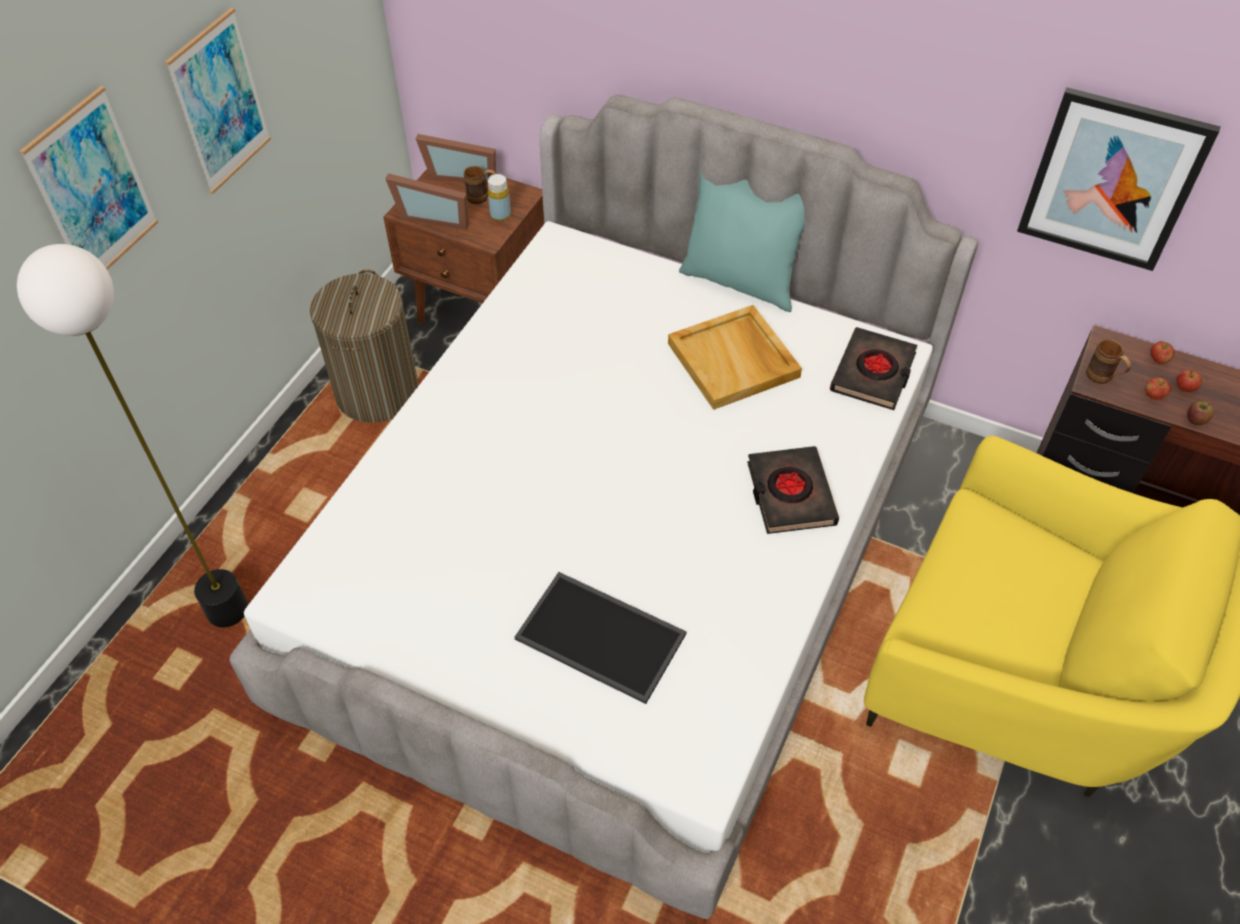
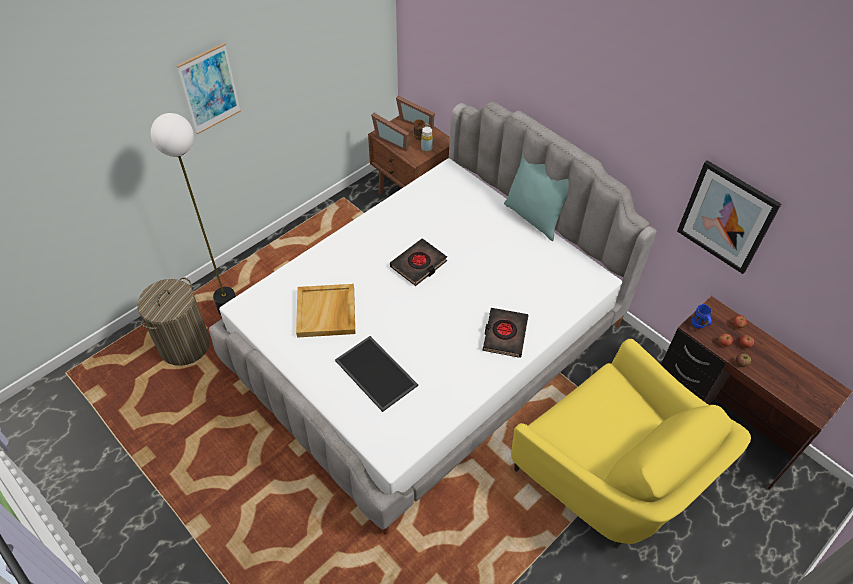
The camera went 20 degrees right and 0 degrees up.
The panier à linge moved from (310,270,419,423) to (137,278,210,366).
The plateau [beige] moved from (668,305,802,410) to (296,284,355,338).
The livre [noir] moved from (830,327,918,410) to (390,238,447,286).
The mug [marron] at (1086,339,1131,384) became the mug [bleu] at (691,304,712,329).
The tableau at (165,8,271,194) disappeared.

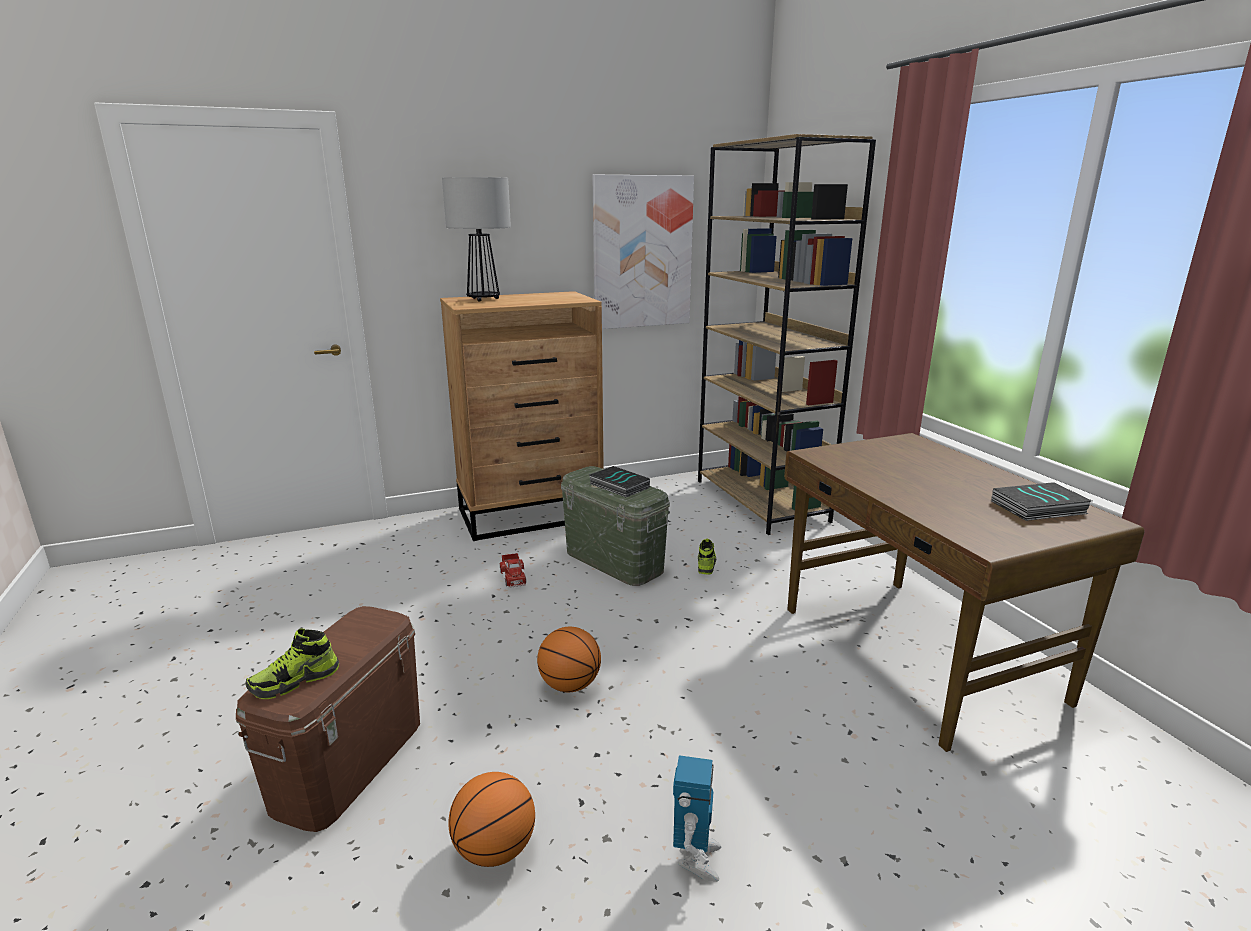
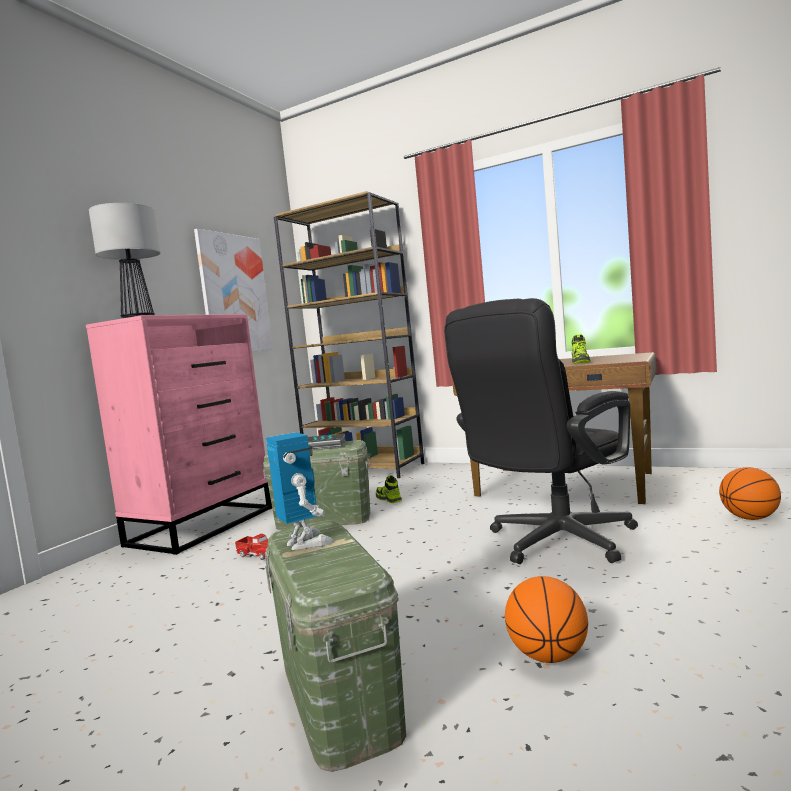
The camera went 40 degrees left and 15 degrees down.
The commode [marron] at (440,291,604,541) became the commode [rose] at (86,314,272,555).
The boîte de rangement [marron] at (236,606,420,832) became the boîte de rangement [vert] at (265,520,406,772).
The robot jouet moved from (673,755,722,882) to (266,432,334,550).
The chaise de bureau [noir] at (444,298,638,564) appeared.
The chaussure moved from (246,629,339,699) to (572,334,591,364).
The ballon de basket moved from (537,627,601,692) to (719,467,781,520).
The livre at (991,482,1092,521) disappeared.

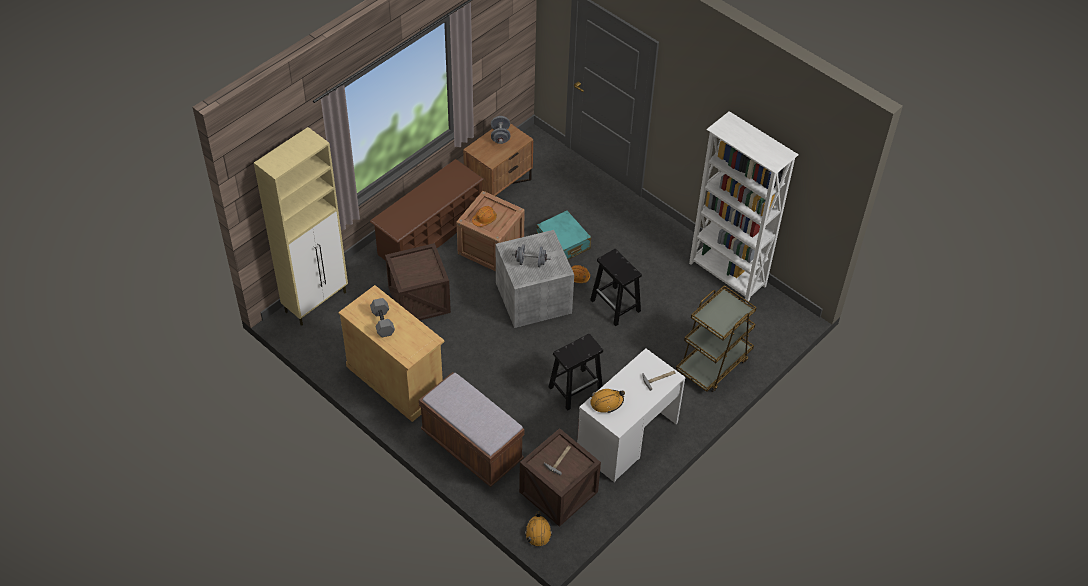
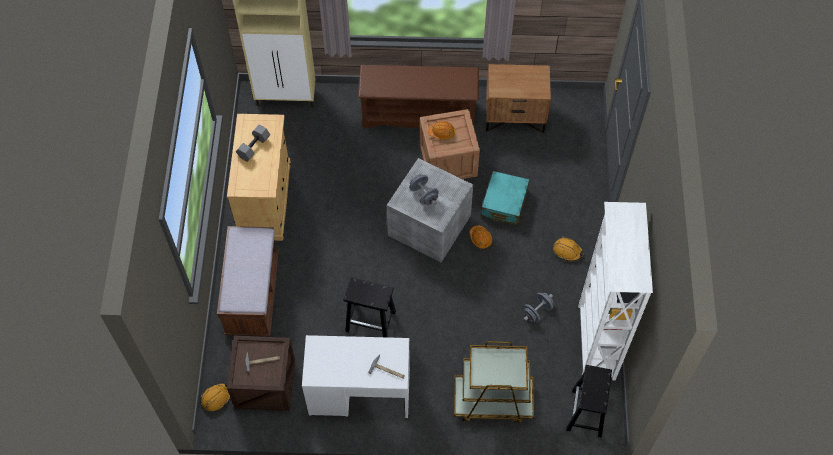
The camera went 50 degrees right and 10 degrees up.
The haltère [gris] moved from (491,116,510,144) to (523,293,553,322).
The casque de chantier [orange] moved from (590,389,625,413) to (553,236,584,262).
The tabouret [noir] moved from (590,249,642,326) to (566,365,612,438).
The caisse at (385,243,451,320) disappeared.

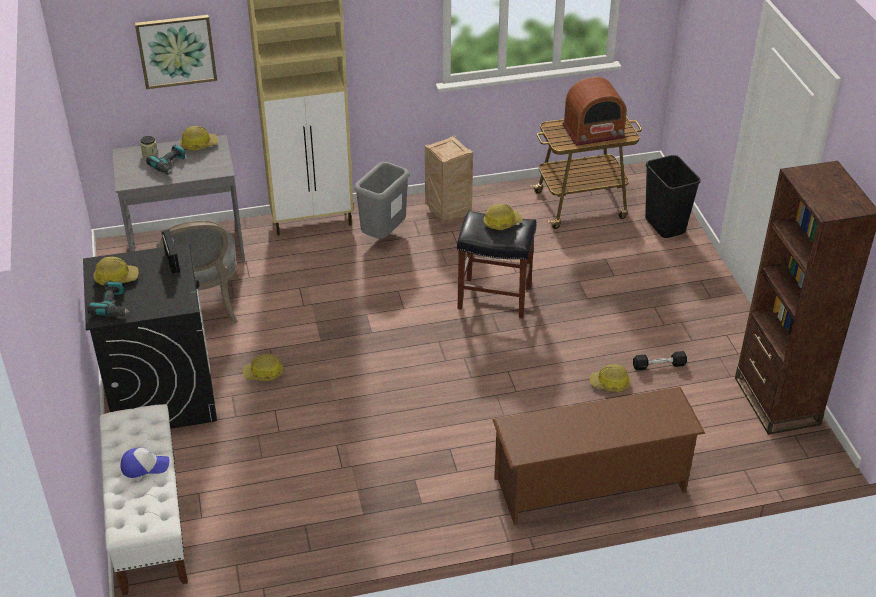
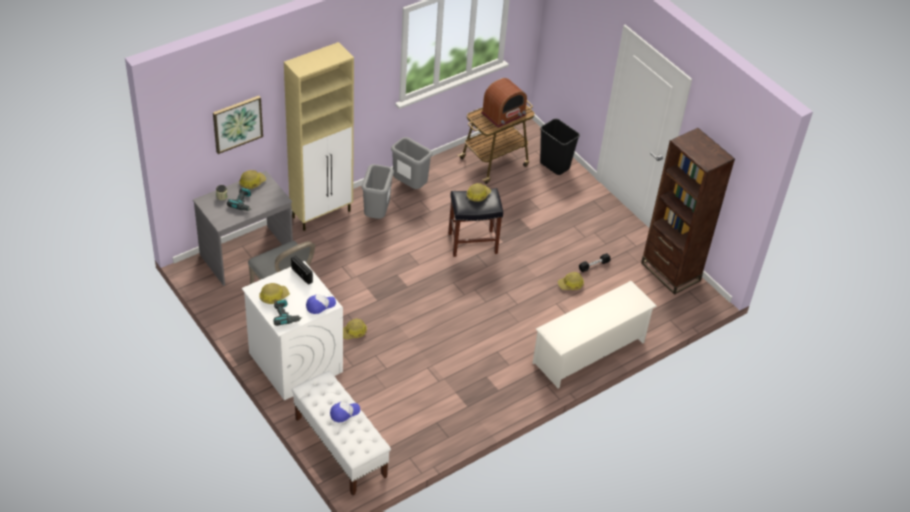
The camera went 25 degrees left and 5 degrees up.
The lave-linge [noir] at (83,244,217,429) became the lave-linge [blanc] at (242,261,343,400).
The casquette at (306,294,336,314) appeared.
The caisse at (425,136,473,224) was replaced by the poubelle [gris] at (391,137,433,189).
The étagère à chaussures [marron] at (492,387,705,525) became the étagère à chaussures [blanc] at (533,281,657,388).

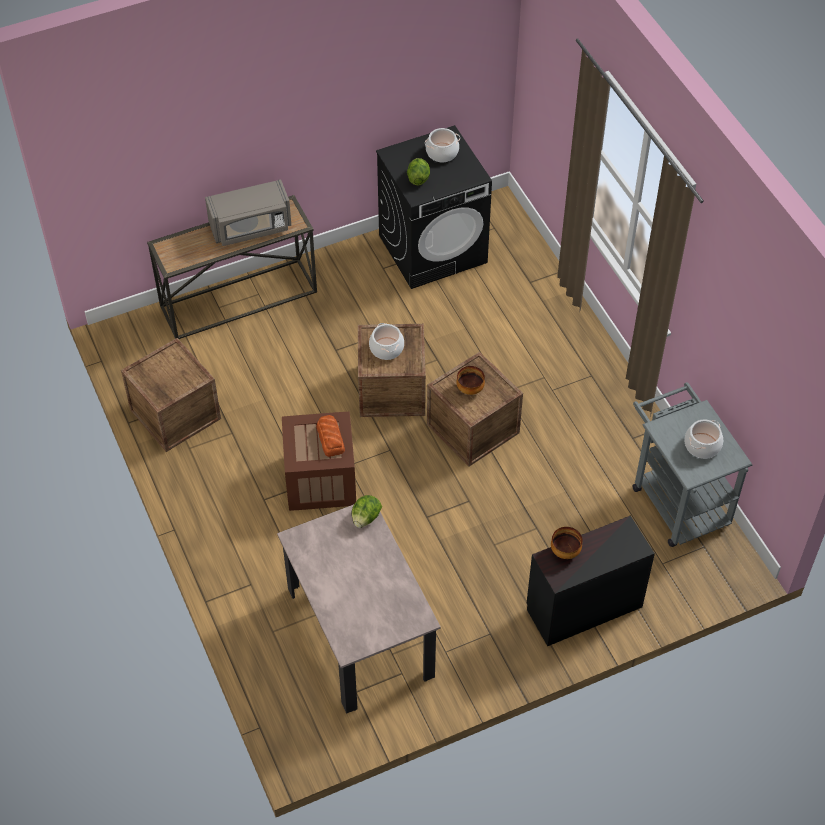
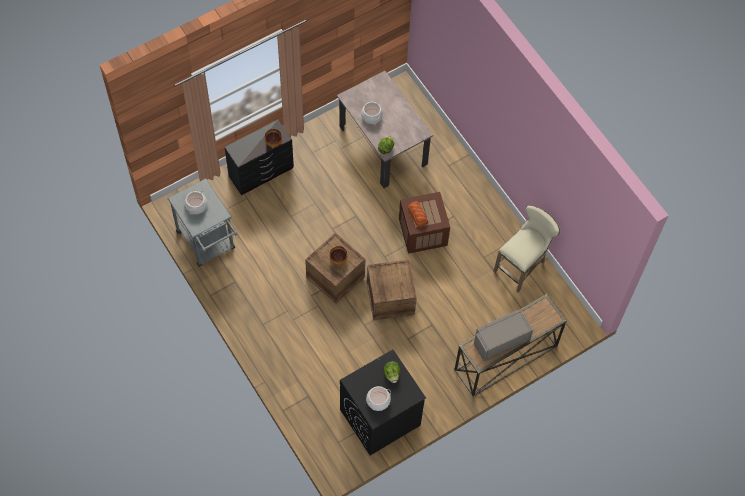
The camera went 170 degrees right and 10 degrees up.
The marmite moved from (369,323,404,360) to (361,101,383,124).
The caisse at (121,338,221,452) was replaced by the tabouret [beige] at (493,205,560,292).

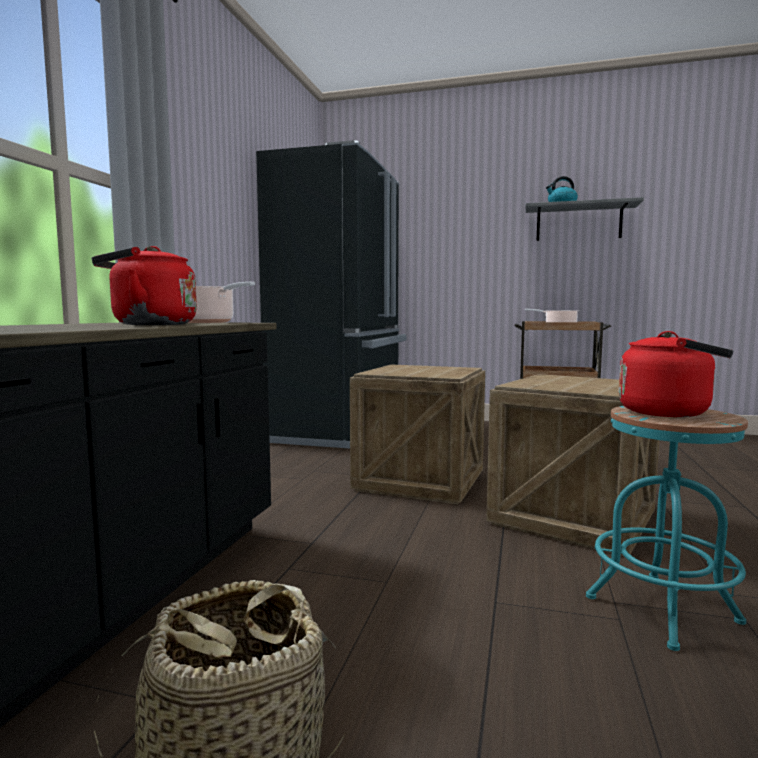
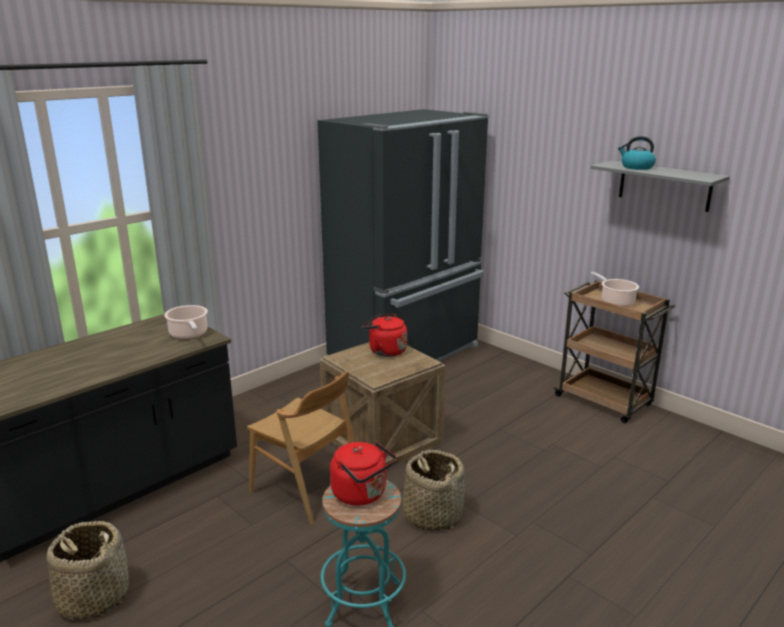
The camera went 30 degrees right and 15 degrees up.
The chaise [marron] at (247,372,354,525) appeared.
The bouilloire [rouge] moved from (92,246,197,325) to (362,314,407,357).
The caisse at (486,374,659,556) was replaced by the panier at (403,450,465,531).

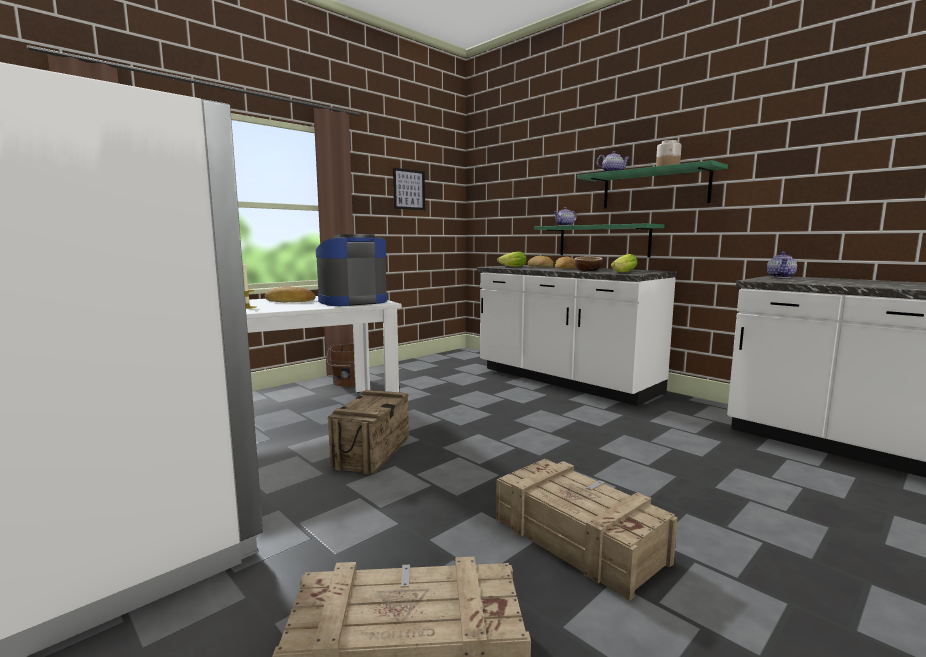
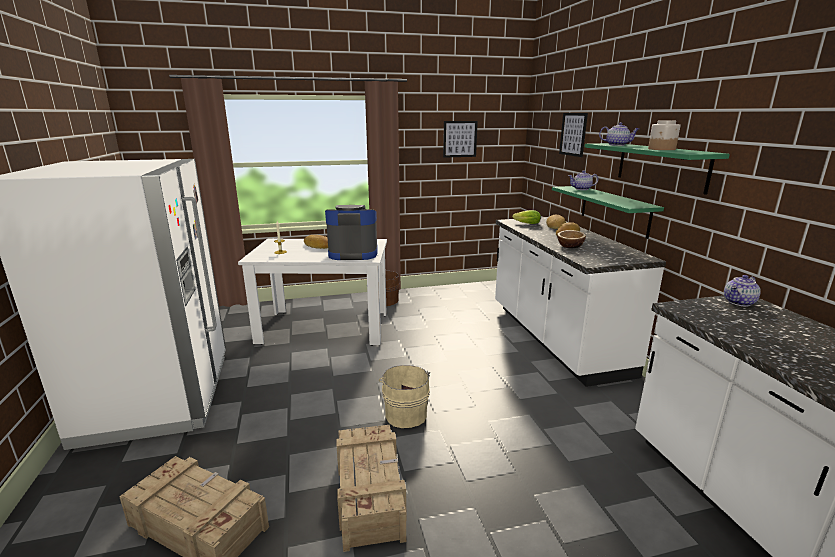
The camera went 30 degrees right and 10 degrees up.
The seau [beige] at (379,365,430,428) appeared.
The tableau at (559,113,588,157) appeared.
The caisse at (328,390,409,475) disappeared.
The laitue at (611,254,637,272) disappeared.

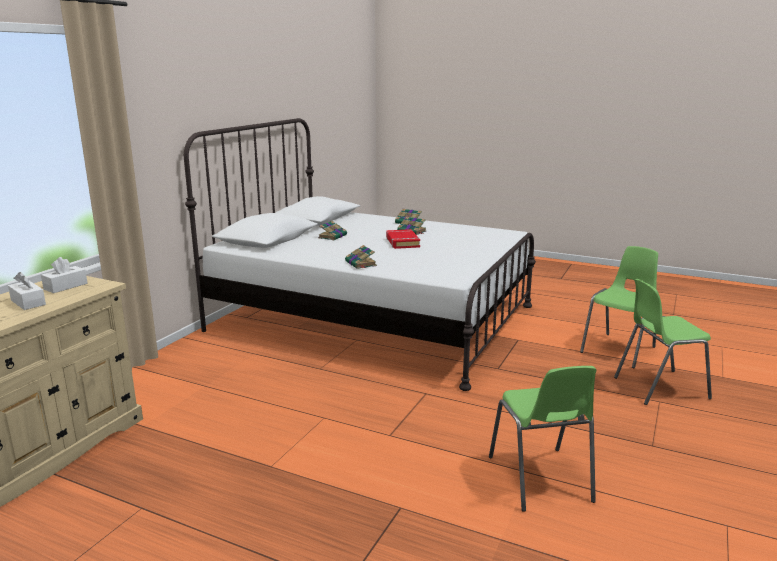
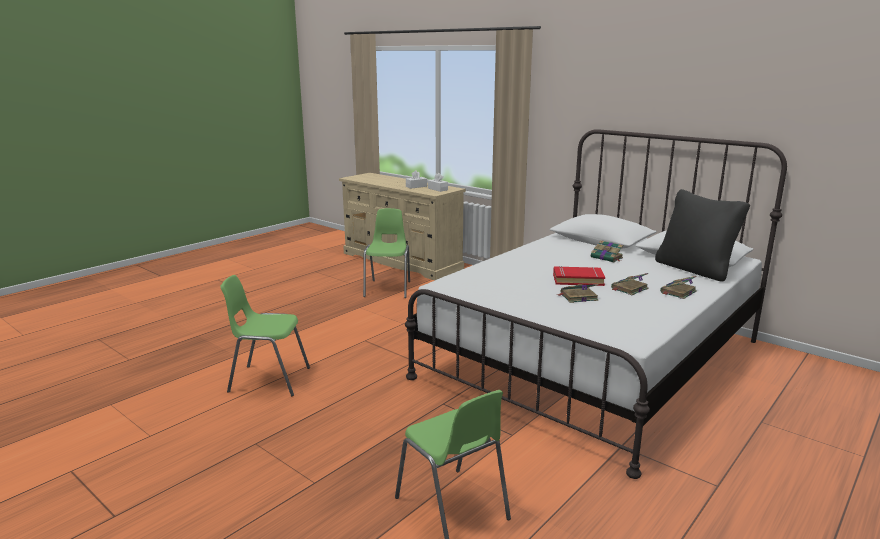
The camera went 105 degrees right and 0 degrees up.
The chaise [vert] moved from (614,279,712,405) to (363,208,410,298).
The livre moved from (345,245,377,269) to (557,284,599,303).
The coussin [noir] at (655,189,750,281) appeared.

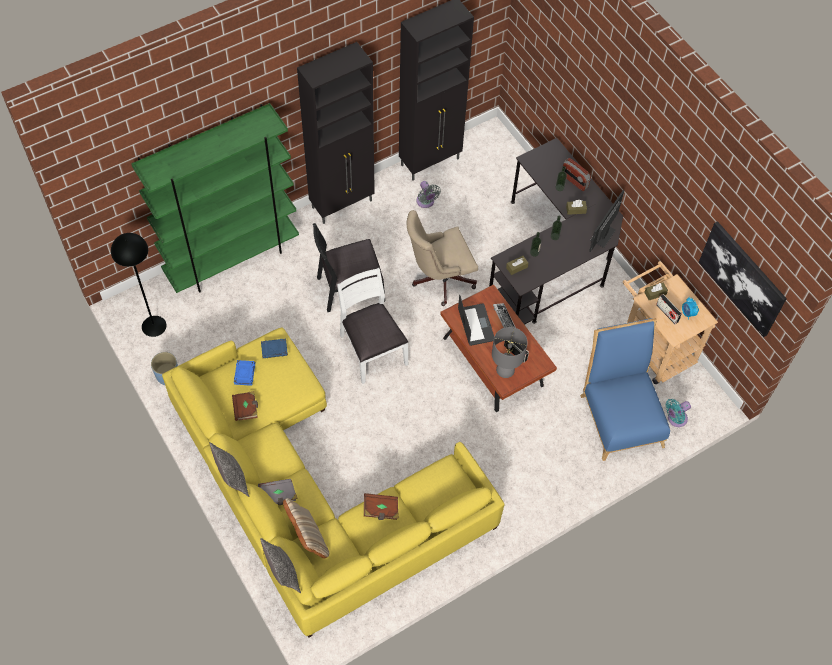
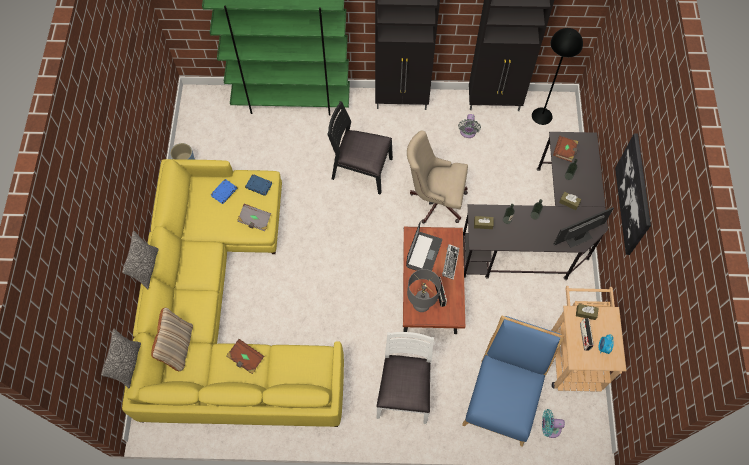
The camera went 35 degrees right and 5 degrees up.
The livre [gris] moved from (258,479,298,505) to (237,204,271,231).
The chaise [blanc] moved from (337,268,408,384) to (376,332,434,424).
The lampadaire [noir] moved from (111,233,166,337) to (532,28,583,125).
The livre [marron] moved from (232,391,258,421) to (553,136,579,162).
The tableau moved from (699,221,787,337) to (615,134,651,255).
The radio at (563,158,591,191) disappeared.

